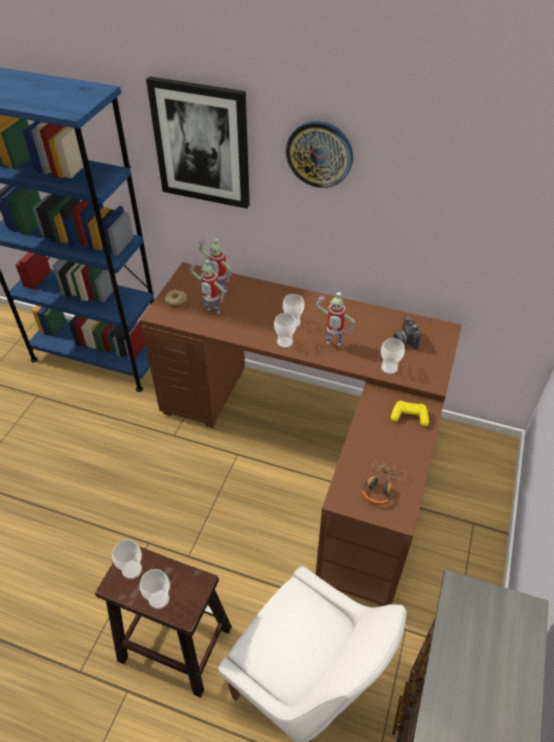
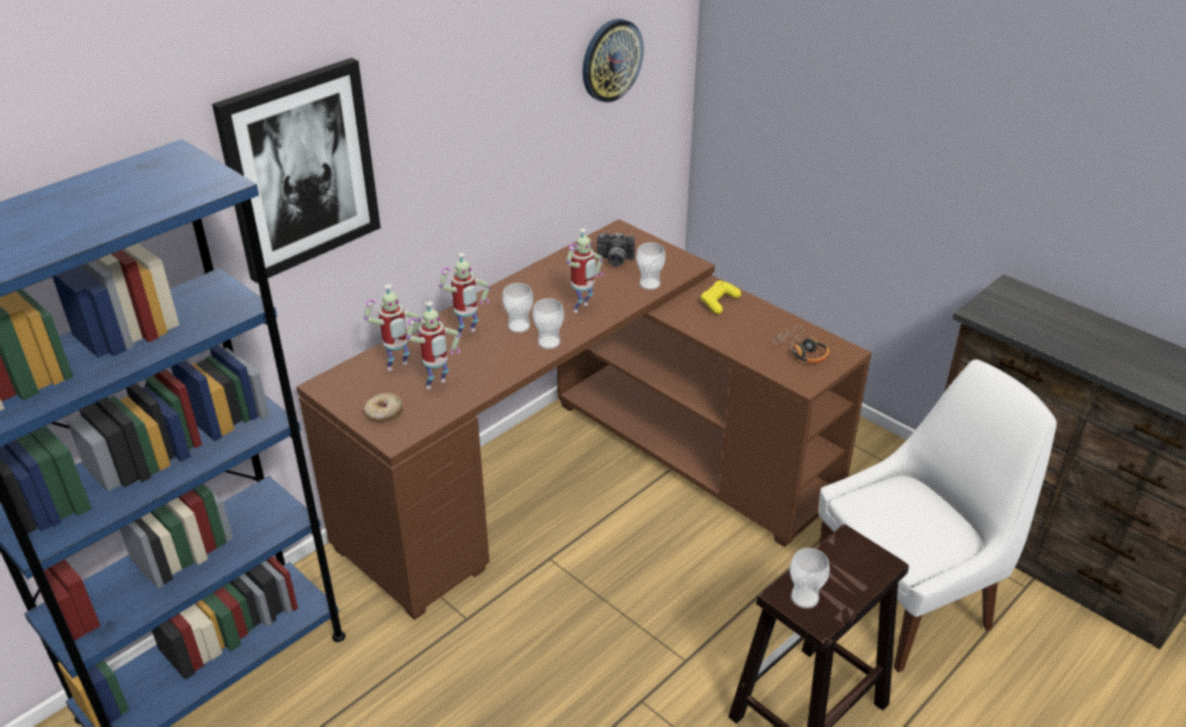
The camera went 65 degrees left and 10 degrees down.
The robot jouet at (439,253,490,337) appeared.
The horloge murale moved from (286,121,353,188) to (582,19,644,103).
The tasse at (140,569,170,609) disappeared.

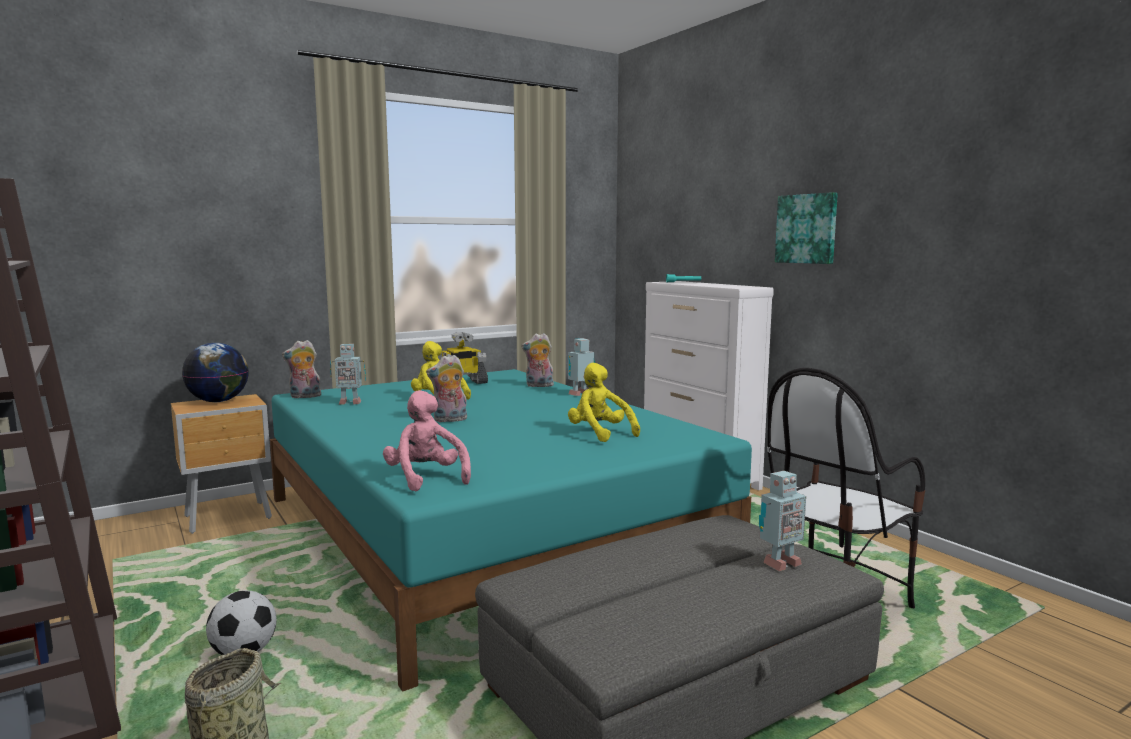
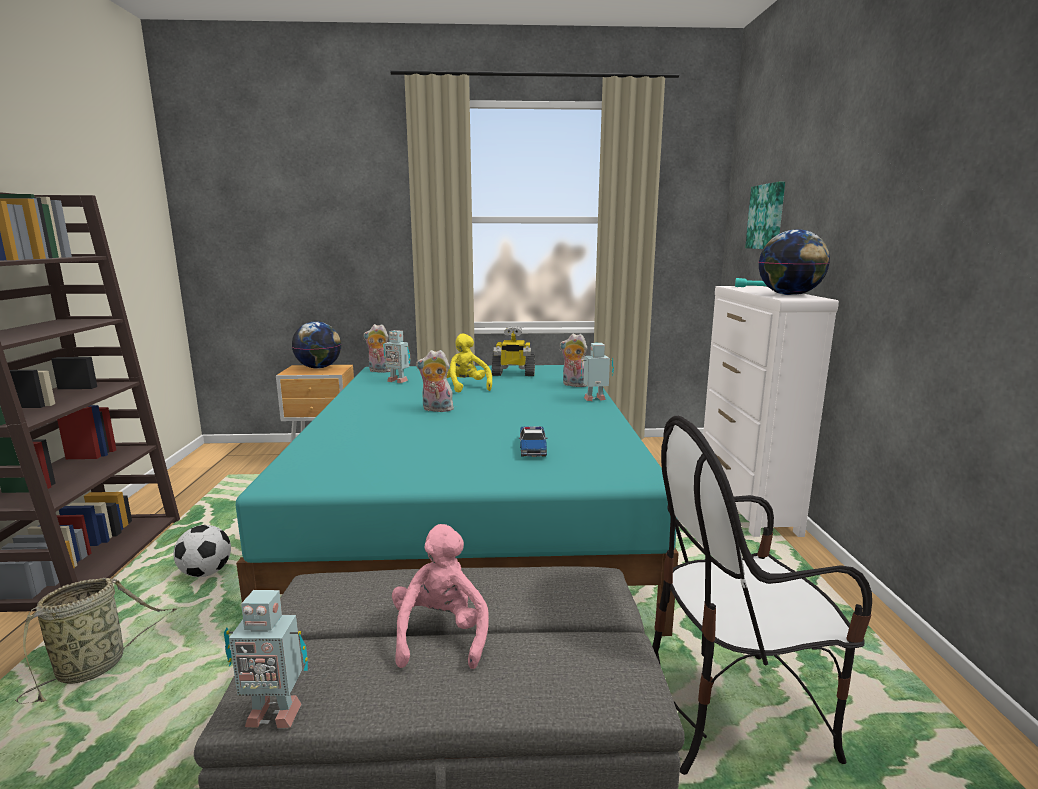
The camera went 30 degrees right and 5 degrees up.
The robot jouet moved from (759,471,806,571) to (224,590,308,728).
The peluche [rose] moved from (383,390,471,492) to (392,524,489,669).
The peluche [jaune] at (568,363,640,442) was replaced by the petite voiture at (519,426,548,457).
The tableau moved from (775,192,838,264) to (745,182,785,249).
The globe at (759,229,830,295) appeared.

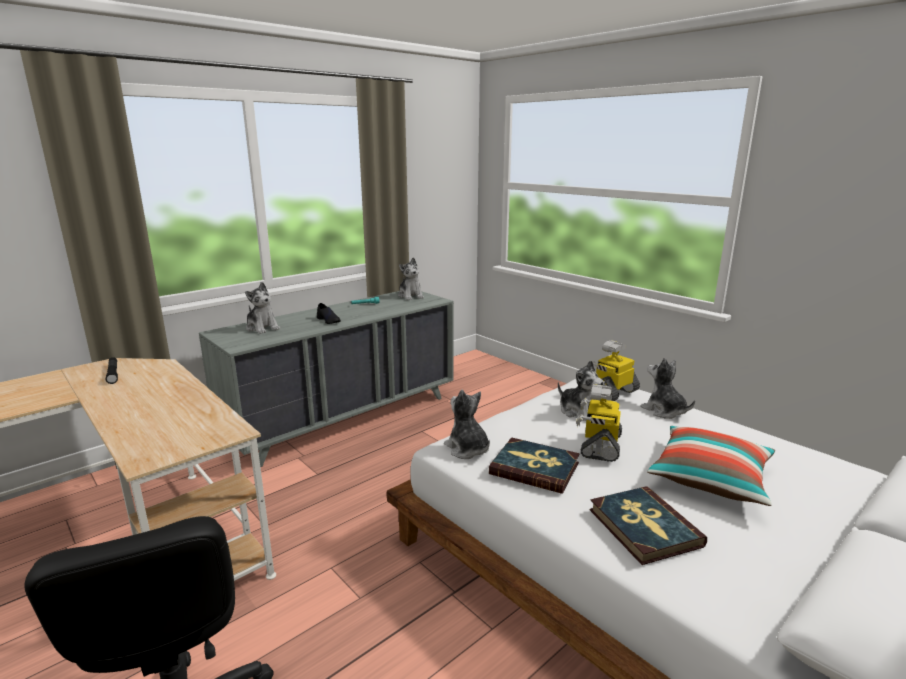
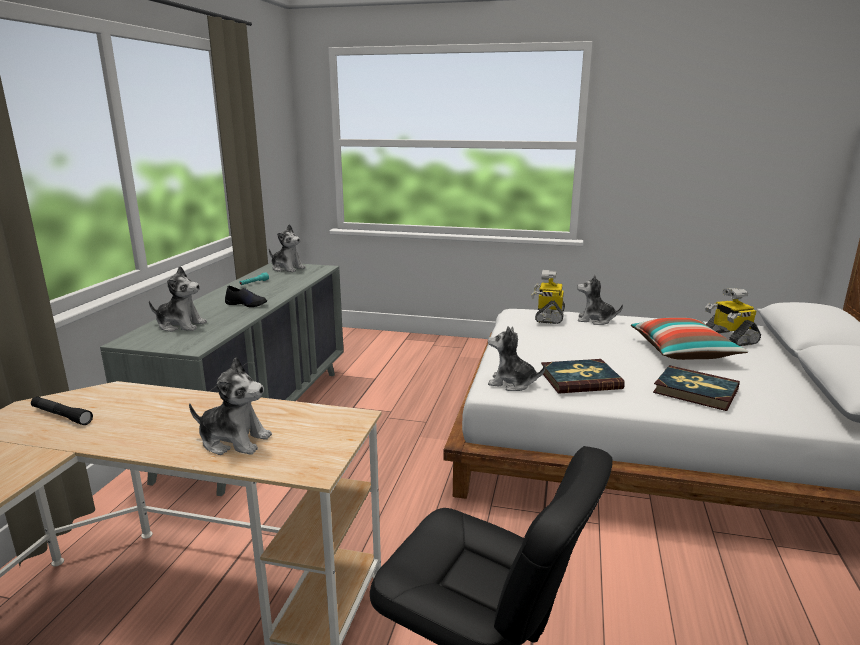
The camera went 35 degrees left and 0 degrees up.
The peluche moved from (558,360,604,421) to (189,357,272,455).
The robot jouet moved from (576,384,622,462) to (705,288,761,346).

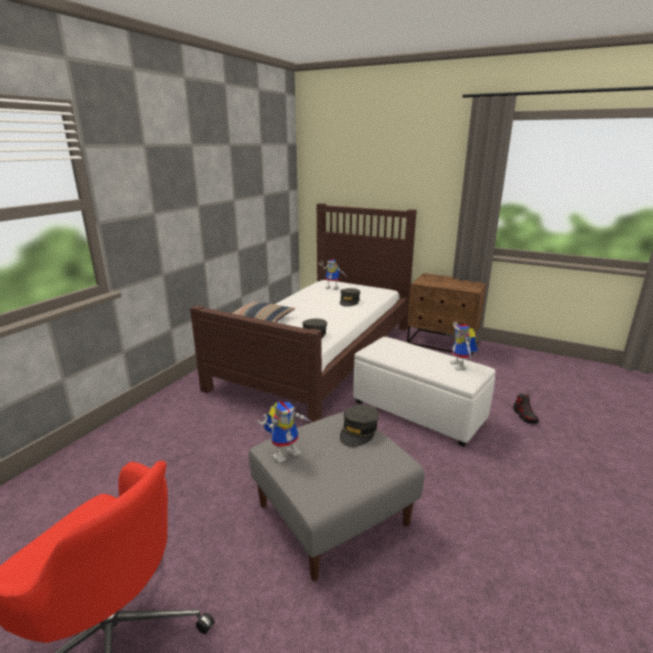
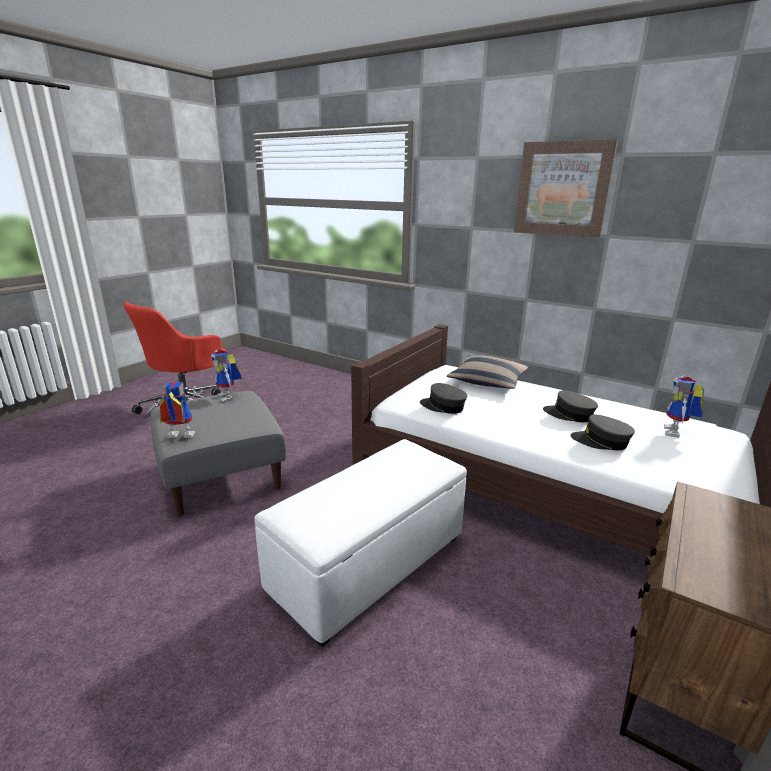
The camera went 95 degrees right and 0 degrees up.
The robot jouet moved from (450,322,478,370) to (145,382,203,438).
The tableau at (514,139,618,238) appeared.
The casquette [gris] moved from (340,405,379,447) to (543,390,598,422).
The chaussure at (513,394,539,424) disappeared.

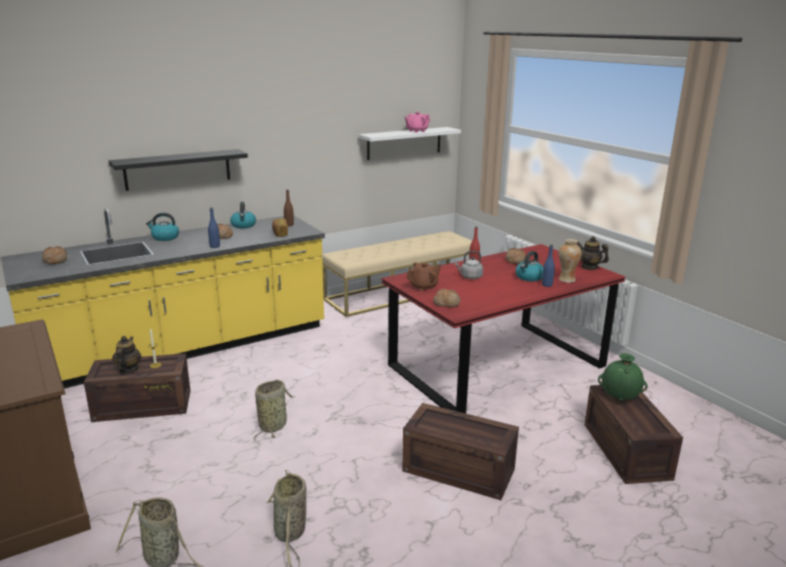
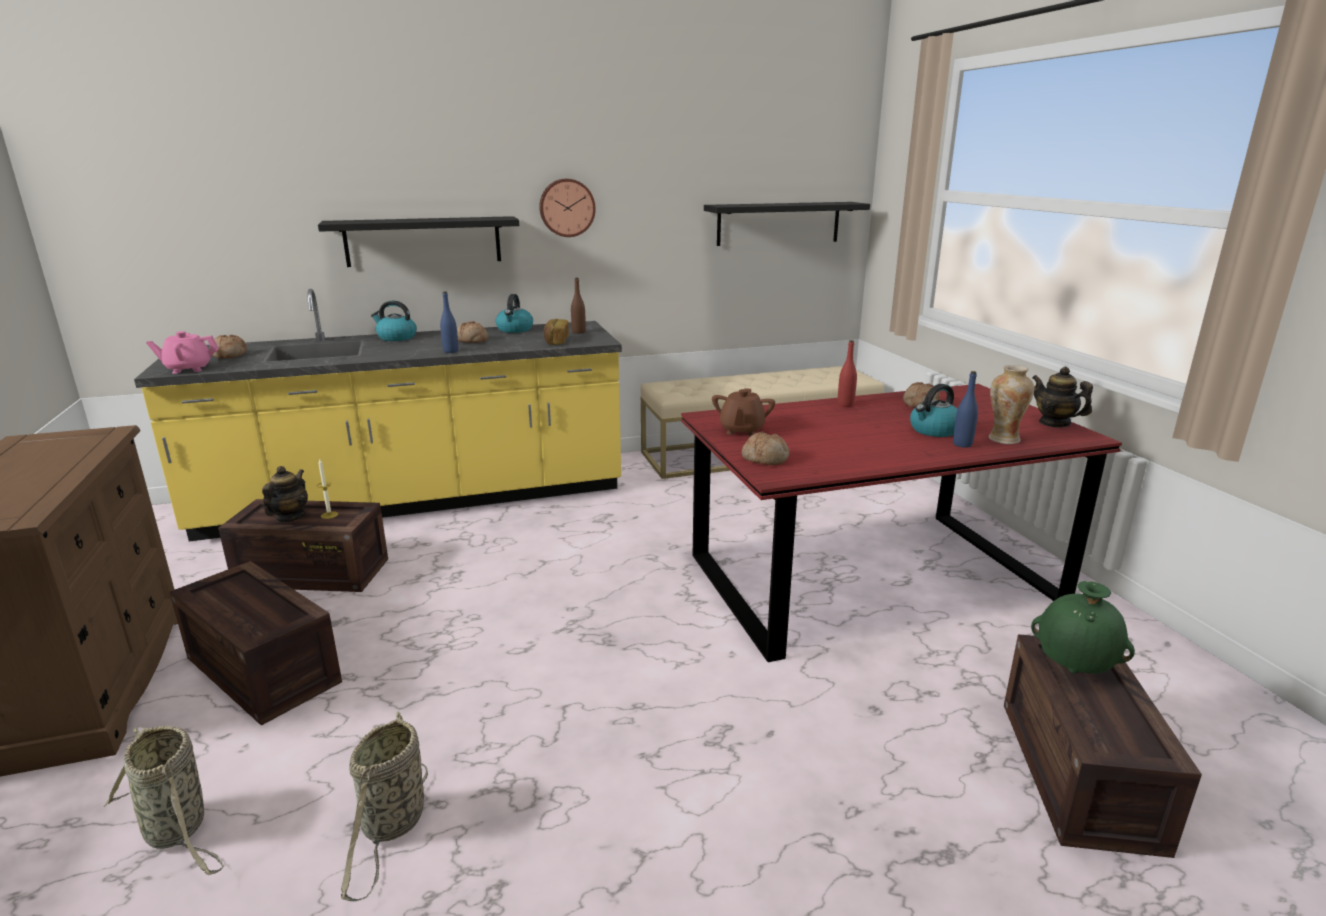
The camera went 15 degrees right and 0 degrees up.
The théière [rose] moved from (405,112,430,133) to (146,331,219,374).
The caisse moved from (402,403,519,500) to (170,561,342,726).
The horloge murale at (539,179,596,237) appeared.
The étagère [blanc] at (359,127,461,160) became the étagère [noir] at (704,202,870,246).
The théière [marron] at (406,262,441,291) turned 120 degrees clockwise.
The panier at (254,380,296,441) disappeared.
The bouilloire [gris] at (455,251,483,279) disappeared.

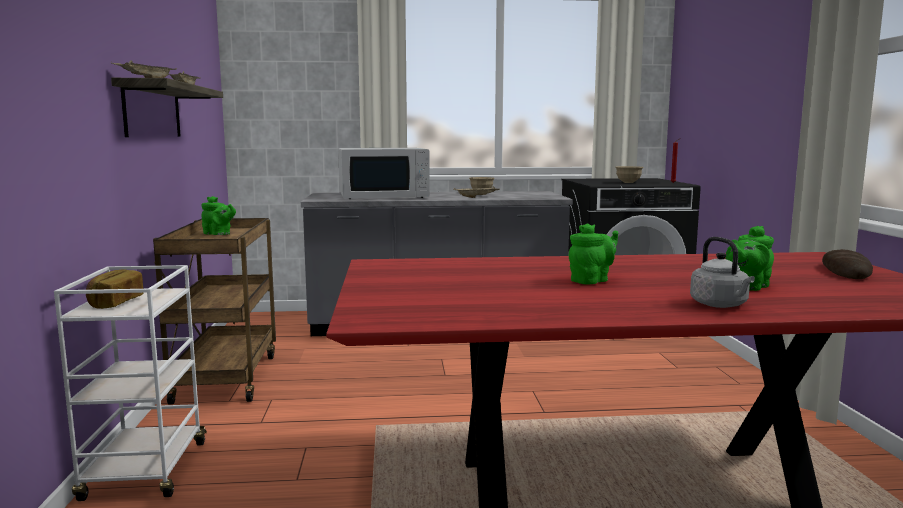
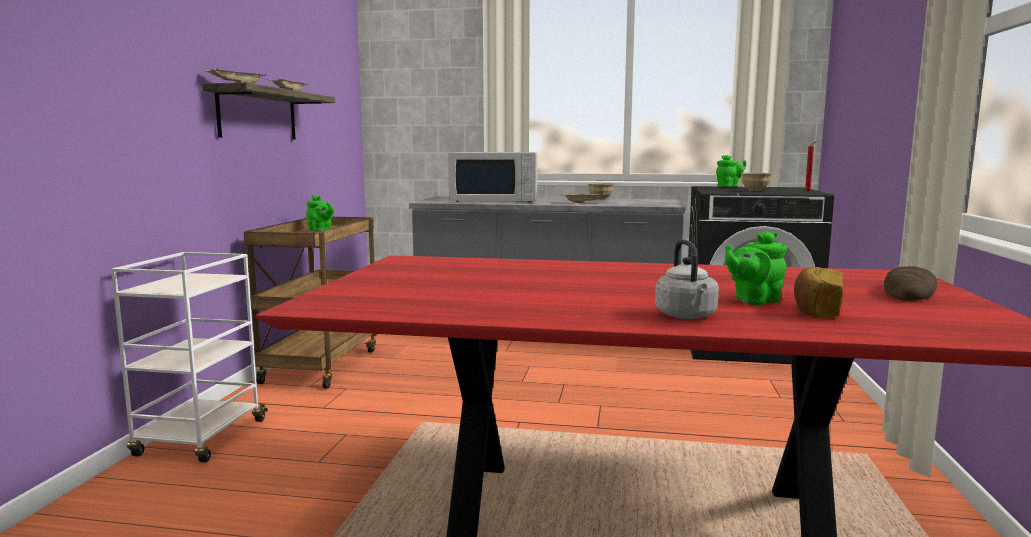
The camera went 15 degrees right and 0 degrees up.
The théière [vert] moved from (569,223,619,284) to (716,155,746,187).
The pain moved from (86,270,143,309) to (794,267,844,317).

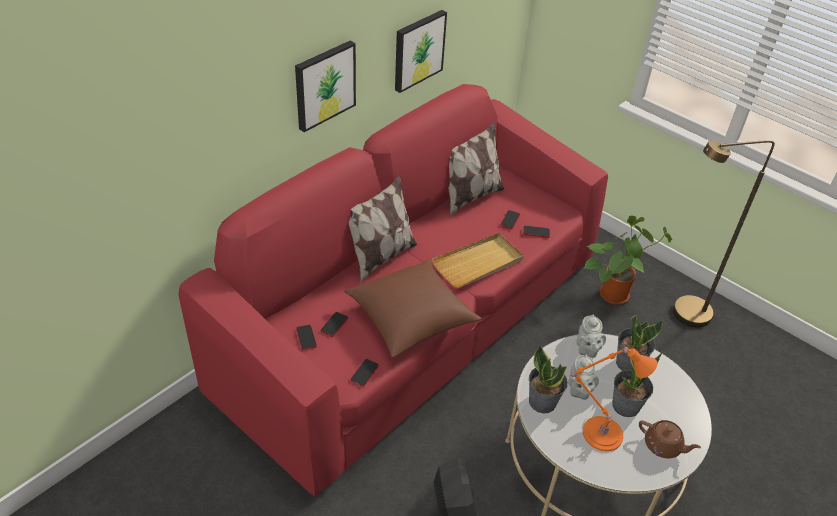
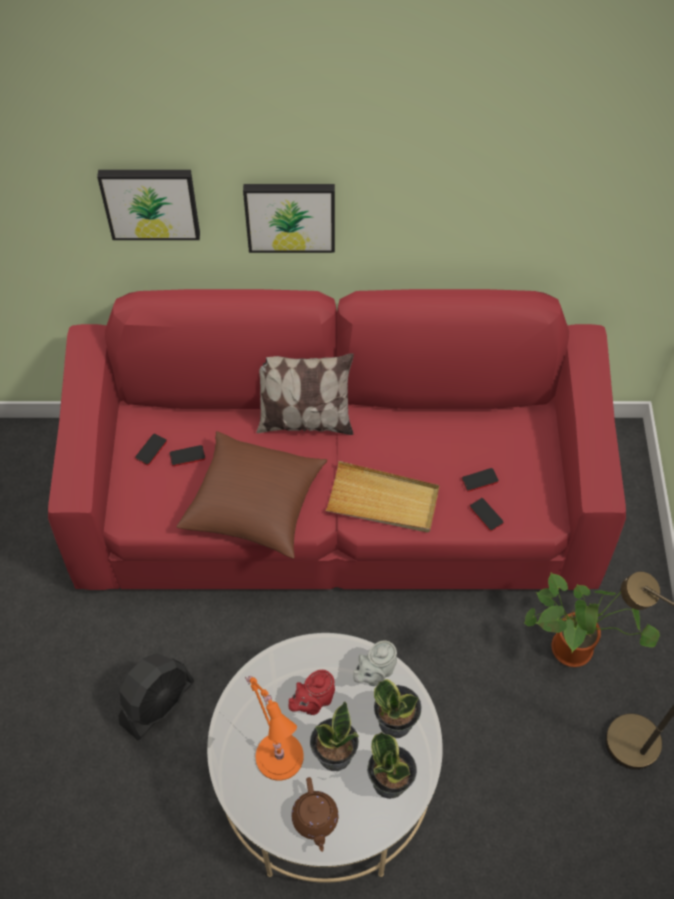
The camera went 50 degrees right and 15 degrees up.
The tableau moved from (395,10,447,93) to (97,170,200,240).
The théière [gris] at (568,355,599,400) became the théière [rouge] at (288,670,335,715).
The plante en pot moved from (529,345,568,413) to (367,732,417,799).
The téléphone at (350,359,379,387) disappeared.
The coussin at (449,123,504,216) disappeared.

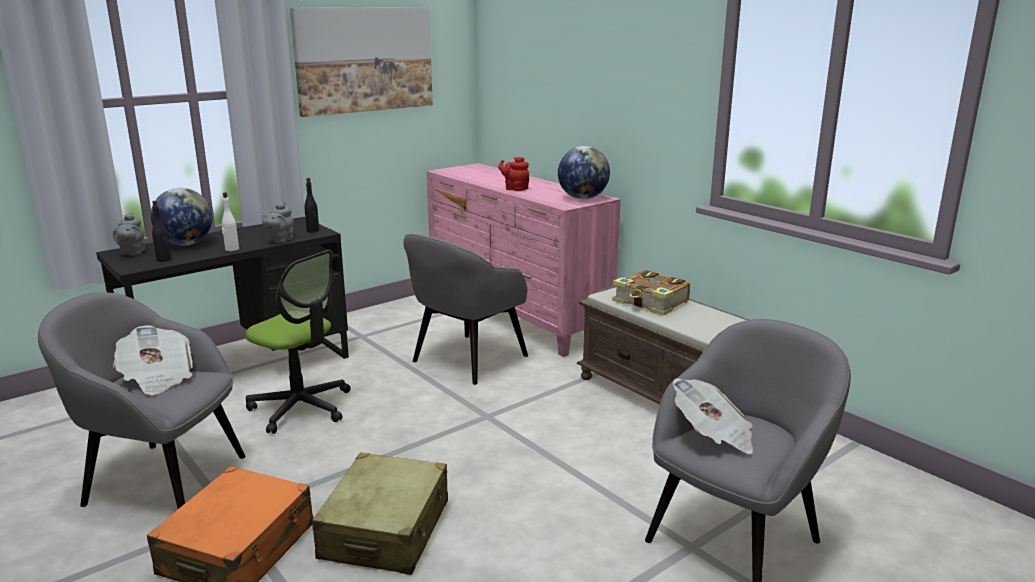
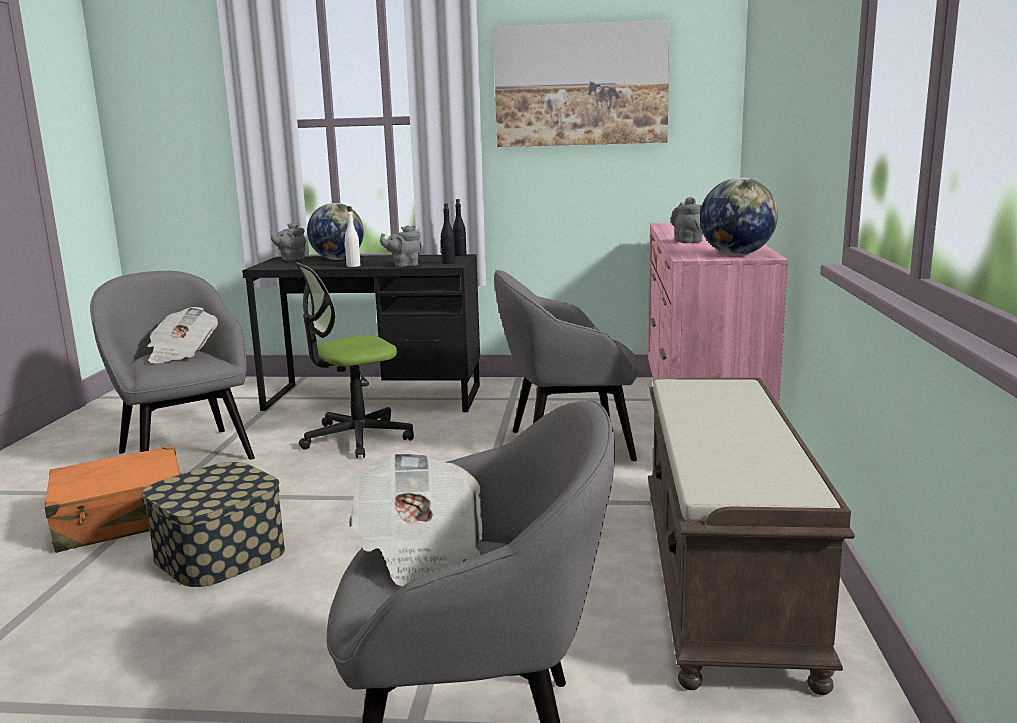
The camera went 45 degrees right and 5 degrees down.
The valise [beige] at (312,453,448,575) was replaced by the boîte de rangement at (142,462,285,587).
The chaise de bureau at (245,250,351,434) turned 75 degrees clockwise.
The bouteille [noir] moved from (152,201,172,262) to (453,199,466,256).
The théière [rouge] at (498,157,529,191) became the théière [gris] at (671,197,703,243).
The livre at (612,270,690,316) disappeared.

